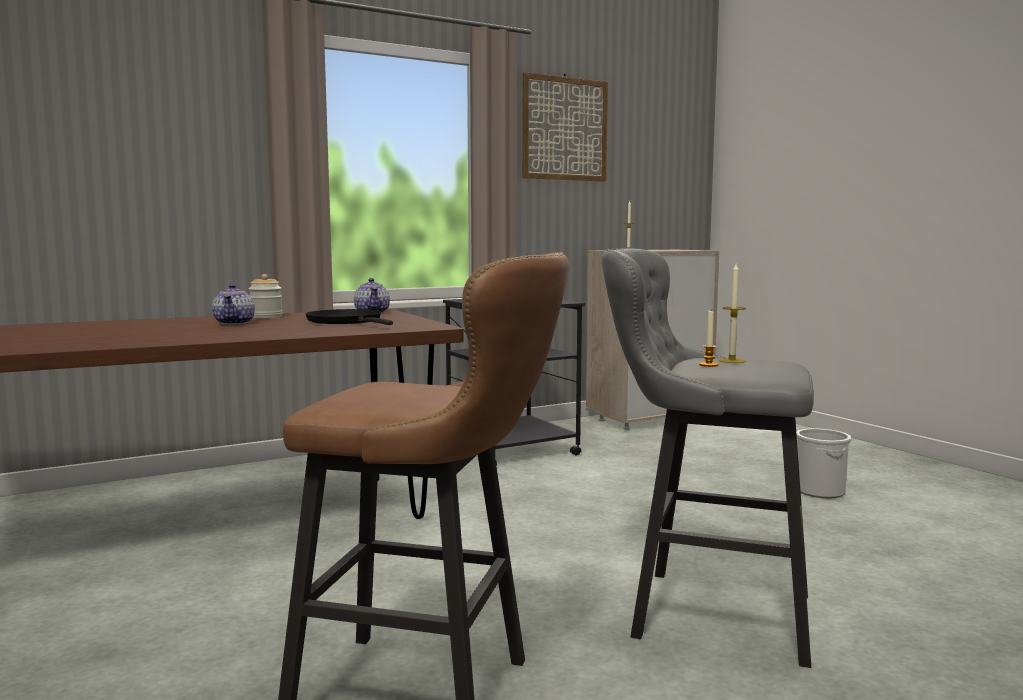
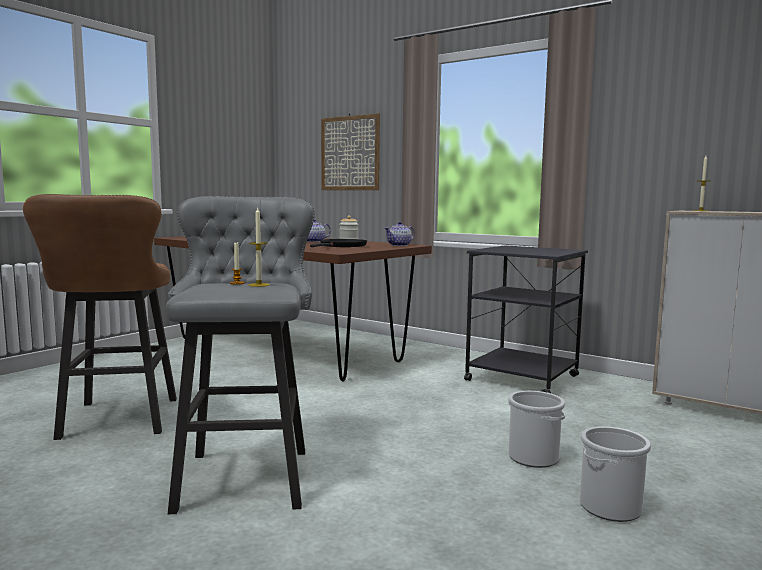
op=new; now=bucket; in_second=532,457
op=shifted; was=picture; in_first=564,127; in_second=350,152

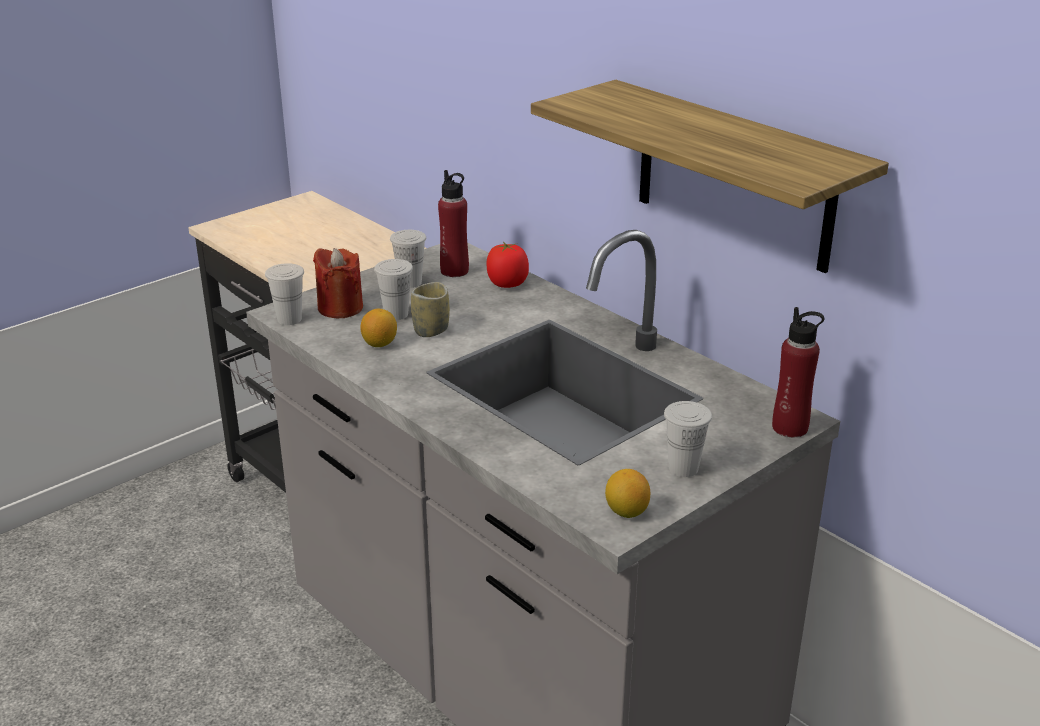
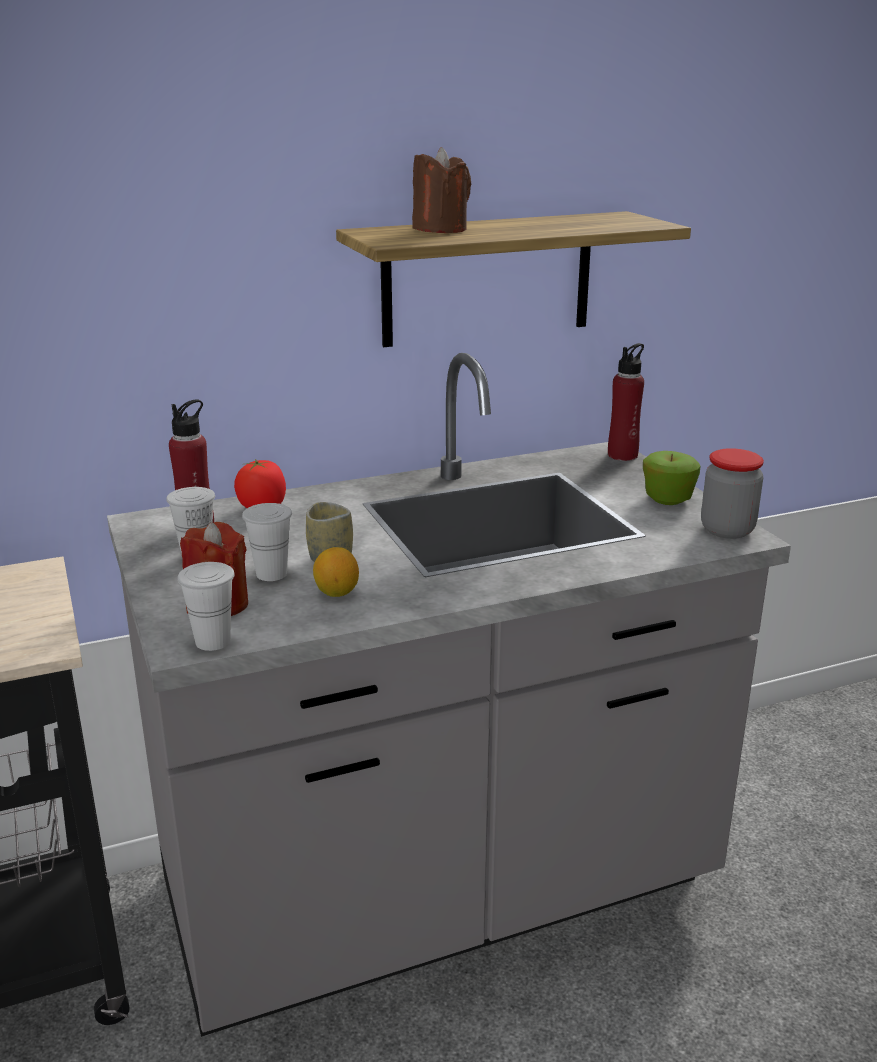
op=new; now=brown-coloured candle; in_second=440,229
op=swapped; was=whole lemon; now=storage jar; in_first=626,512; in_second=727,530
op=swapped; was=whitish cup; now=whole apple; in_first=683,468; in_second=667,499

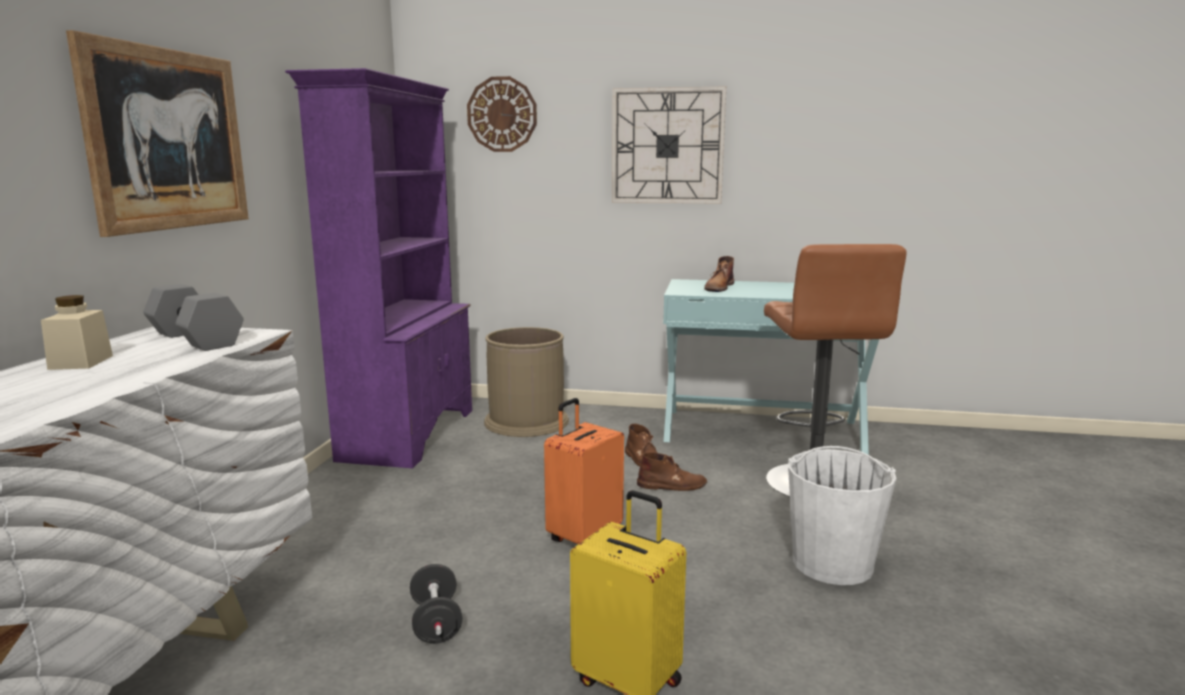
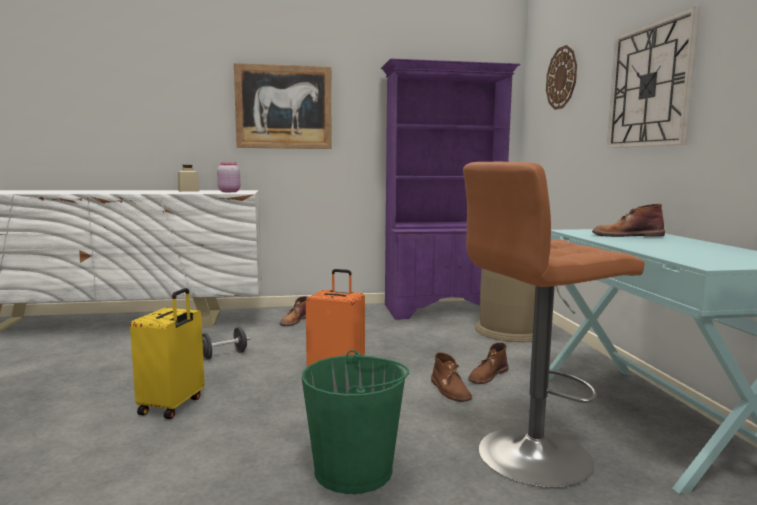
op=new; now=brown-coloured boot; in_second=294,321
op=swapped; was=gray hand weight; now=pink storage jar; in_first=193,339; in_second=229,192
op=repainted; was=whitish bucket; now=green bucket; in_first=832,563; in_second=354,470

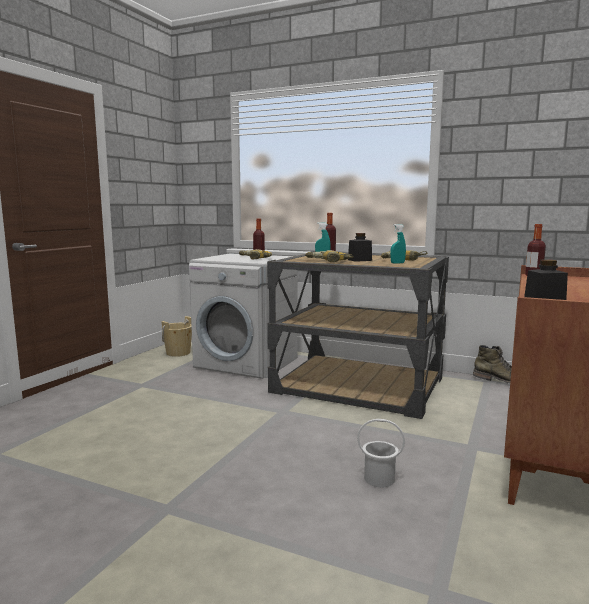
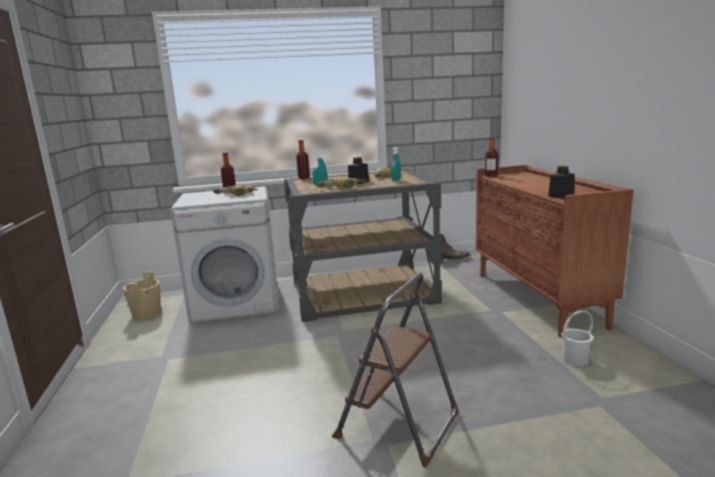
op=new; now=brown-coloured step ladder; in_second=401,426
op=shifted; was=whitish bucket; in_first=379,478; in_second=575,359

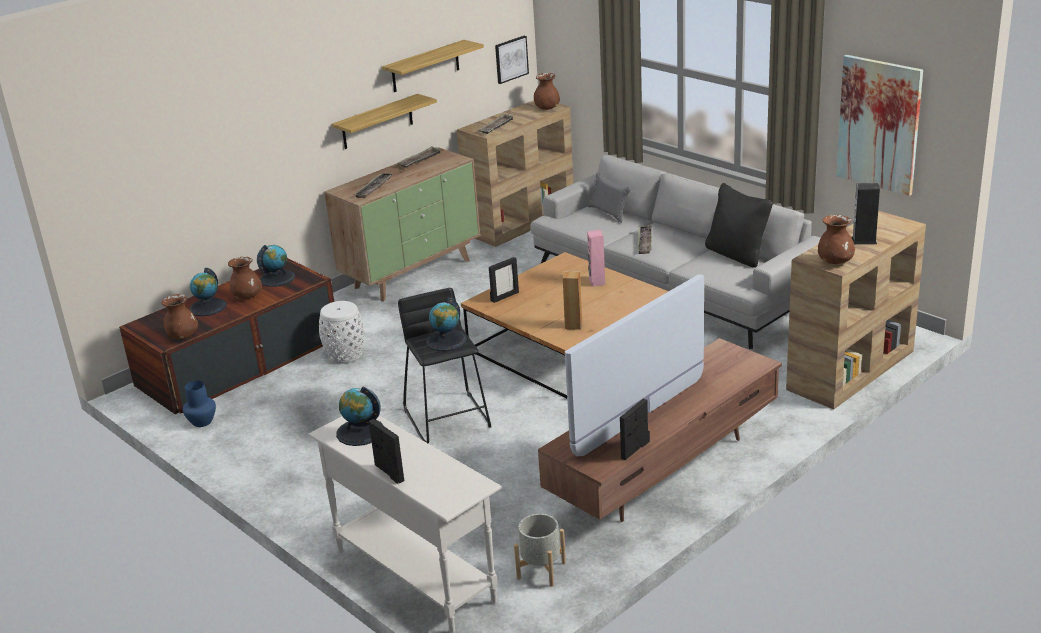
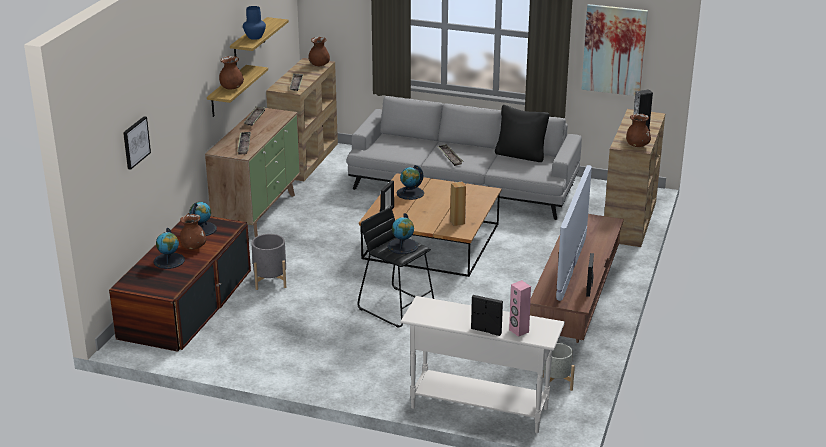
op=gone; was=gray cushion; in_first=609,213
op=shifted; was=brown-coloured vase; in_first=183,336; in_second=231,88
op=shifted; was=bluish vase; in_first=201,422; in_second=254,37
op=shifted; was=globe; in_first=360,432; in_second=410,193
op=shifted; was=picture; in_first=511,59; in_second=135,142
op=shifted; was=pink audio speaker; in_first=596,282; in_second=518,331
op=swapped; was=whitish stool seat; now=gray planter; in_first=345,355; in_second=270,281

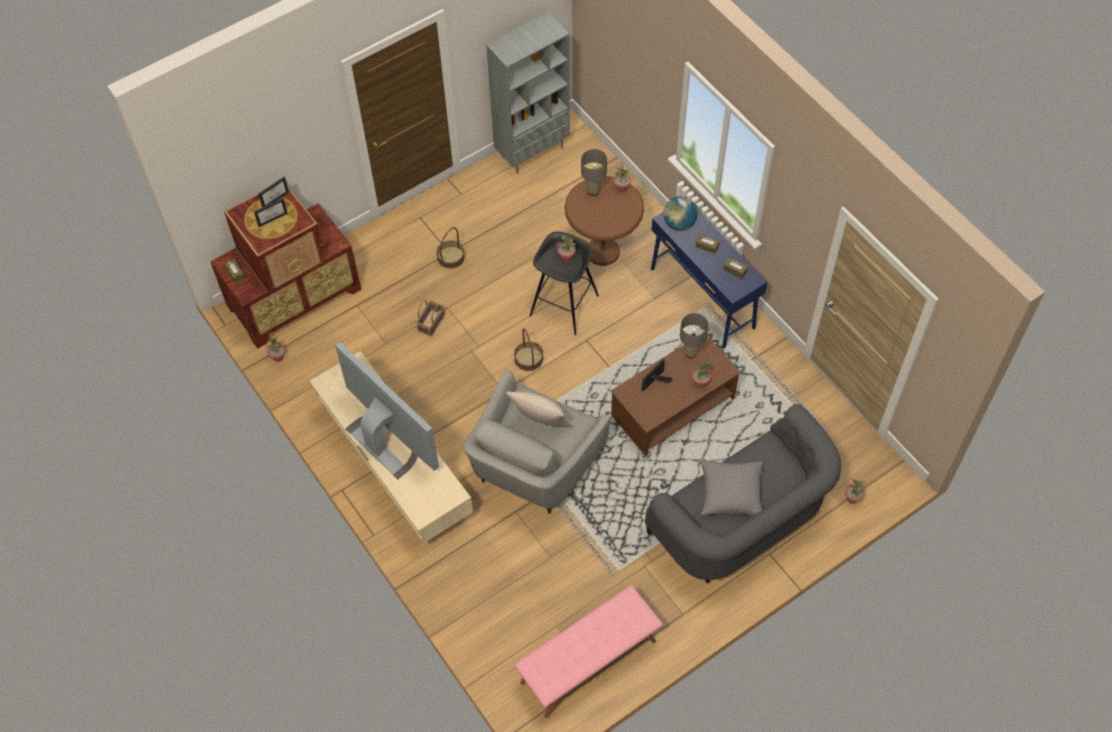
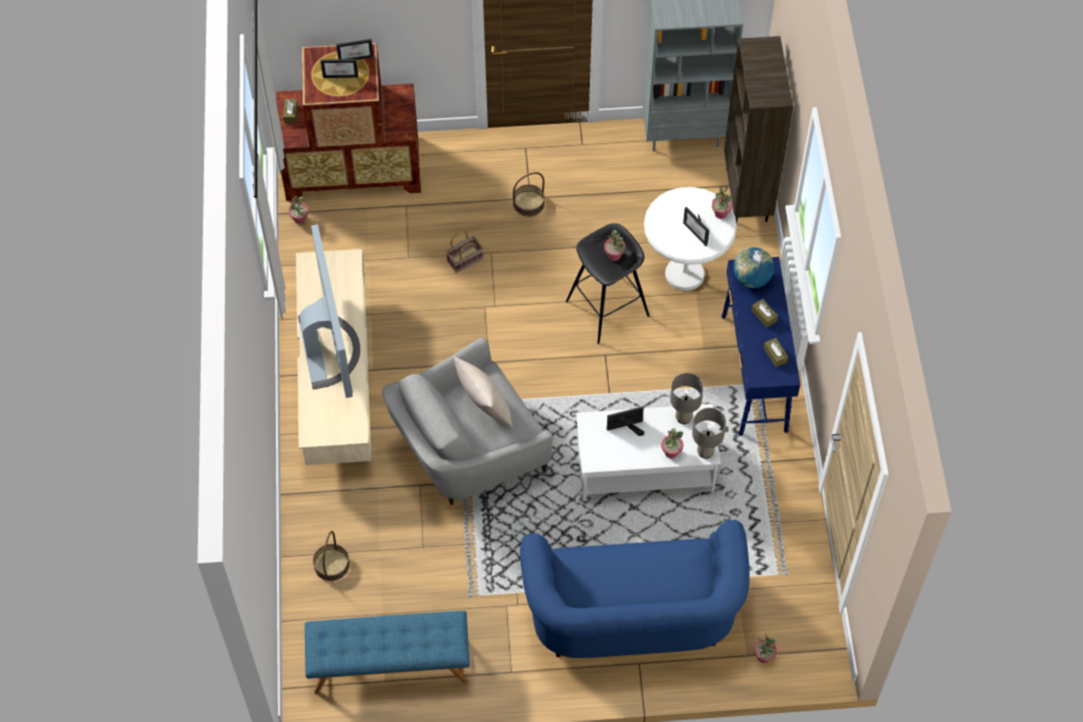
op=gone; was=gray cushion; in_first=731,493
op=new; now=standing frame; in_second=698,232
op=new; now=brown-coloured shelving unit; in_second=747,195
op=shifted; was=household basket; in_first=528,359; in_second=331,565
op=shifted; was=gray tabletop lamp; in_first=593,191; in_second=705,452
op=repainted; was=pink long seat; now=bluish long seat; in_first=589,662; in_second=390,665
op=repainted; was=brown-coloured end table; now=whitish end table; in_first=603,252; in_second=685,274
op=repainted; was=brown-coloured coffee table; now=whitish coffee table; in_first=672,407; in_second=644,466
op=repainted; was=gray settee; now=bluish settee; in_first=740,521; in_second=631,615

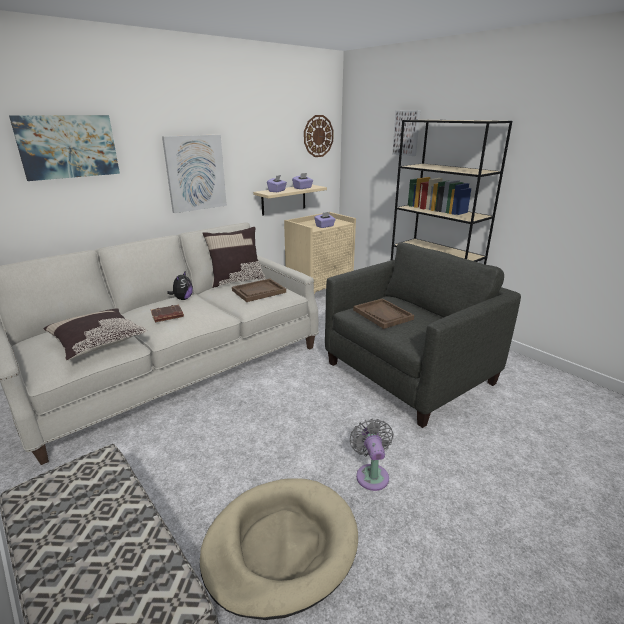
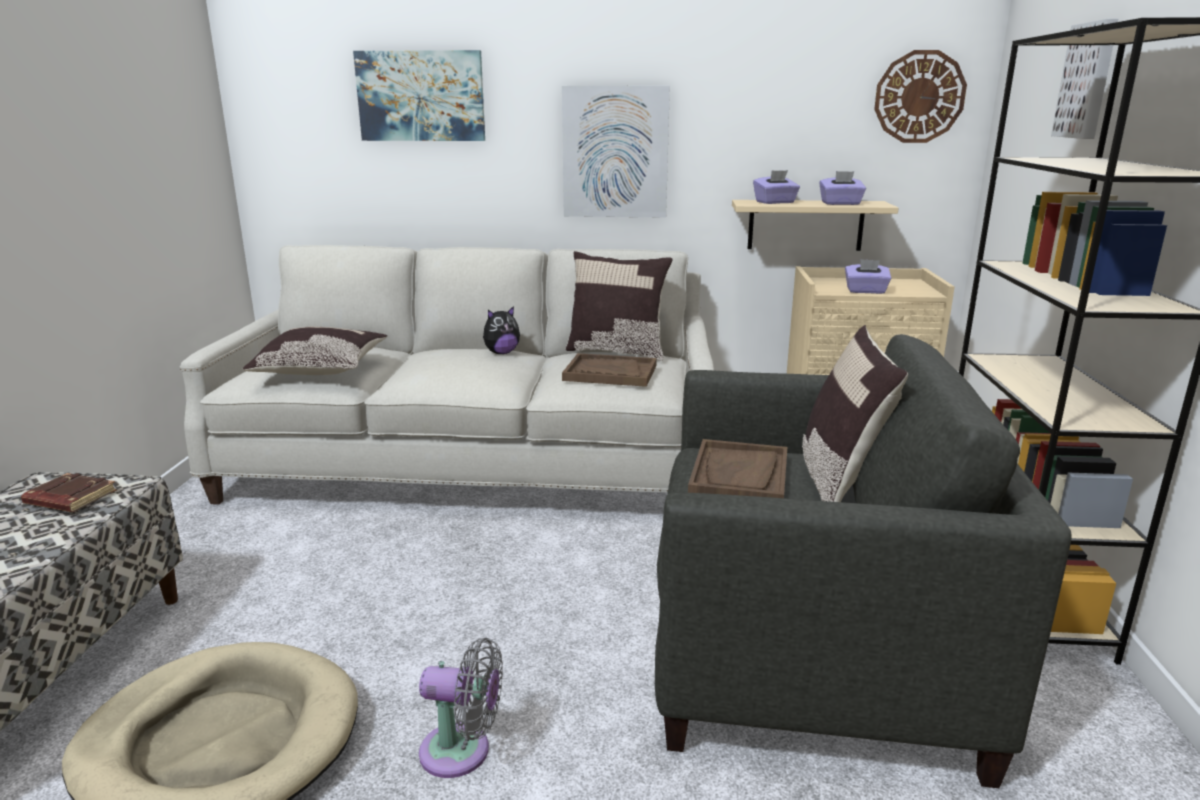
op=new; now=cushion; in_second=840,483
op=shifted; was=brown-coloured bound book; in_first=167,316; in_second=69,499
op=rotated; was=gray electric fan; in_first=371,474; in_second=462,752; clockwise=60

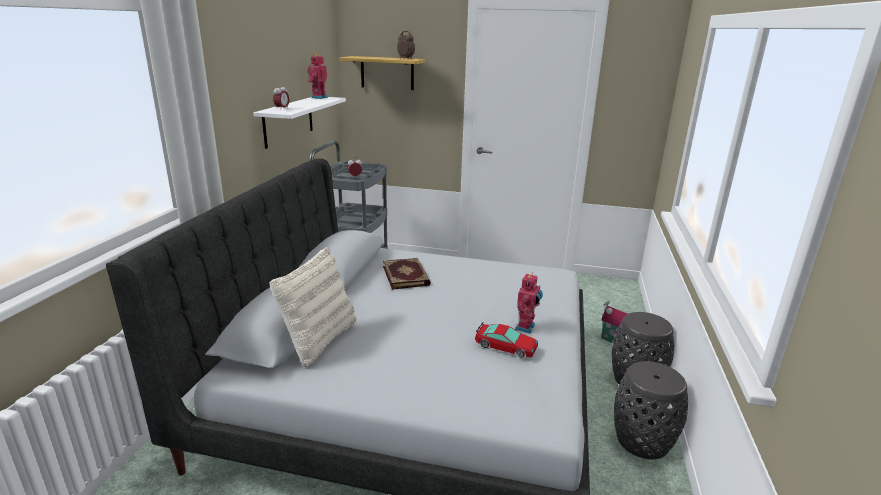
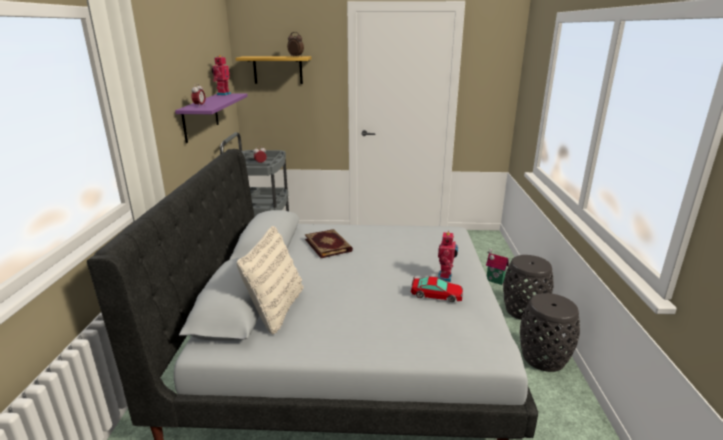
op=repainted; was=whitish wall shelf; now=purplish wall shelf; in_first=288,121; in_second=201,117

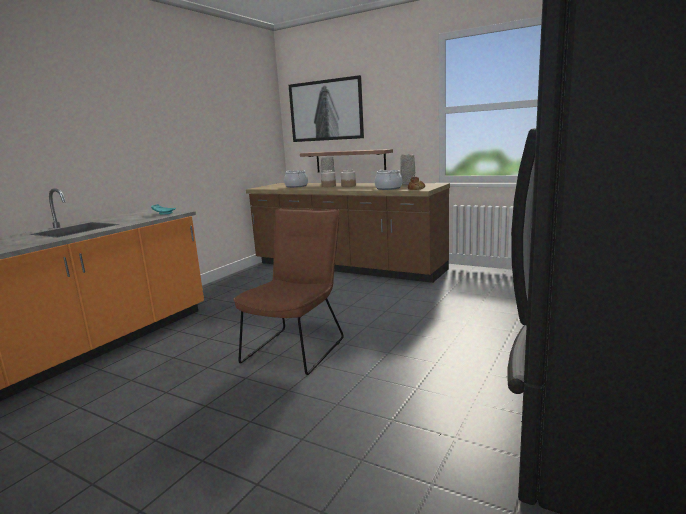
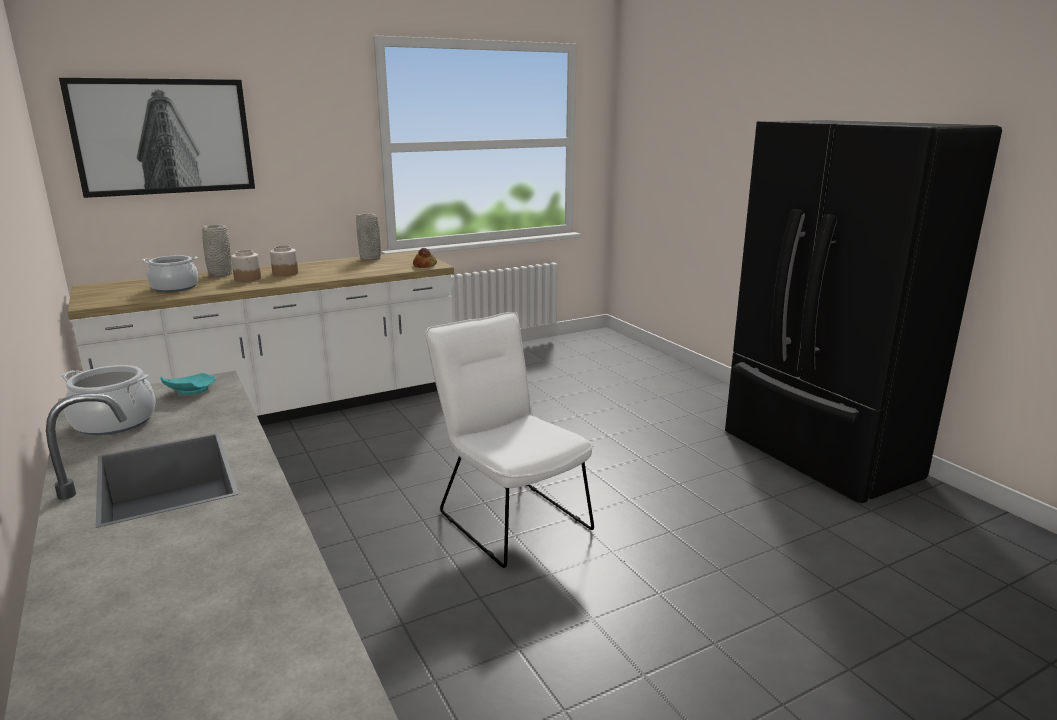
op=gone; was=wall shelf; in_first=350,161
op=shifted; was=stockpot; in_first=388,188; in_second=114,422
op=repainted; was=brown-coloured plain chair; now=whitish plain chair; in_first=298,347; in_second=509,516
op=repainted; was=brown-coloured kitchen base unit; now=whitish kitchen base unit; in_first=346,267; in_second=289,409

